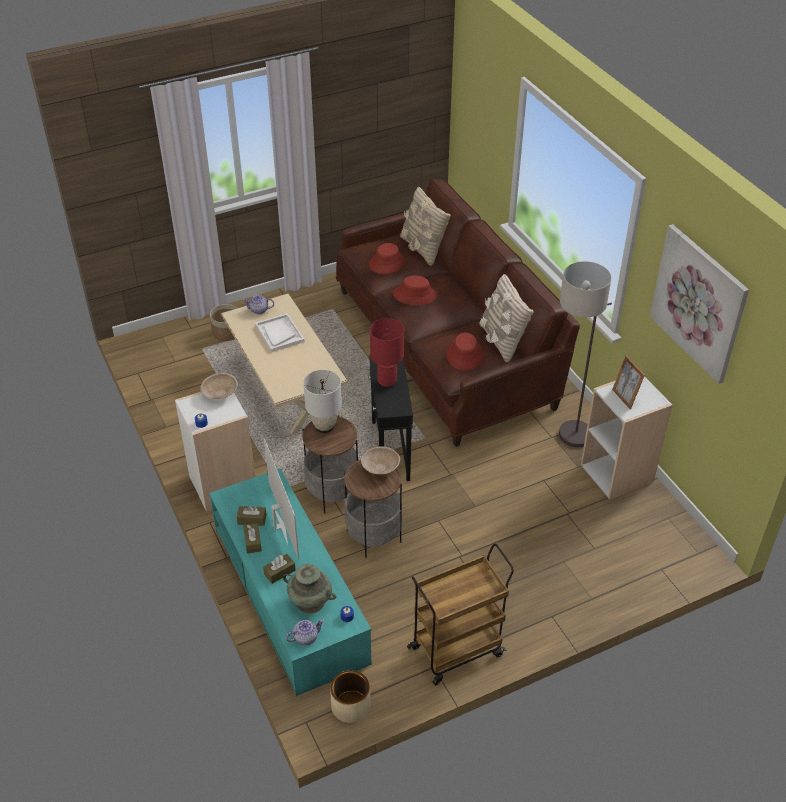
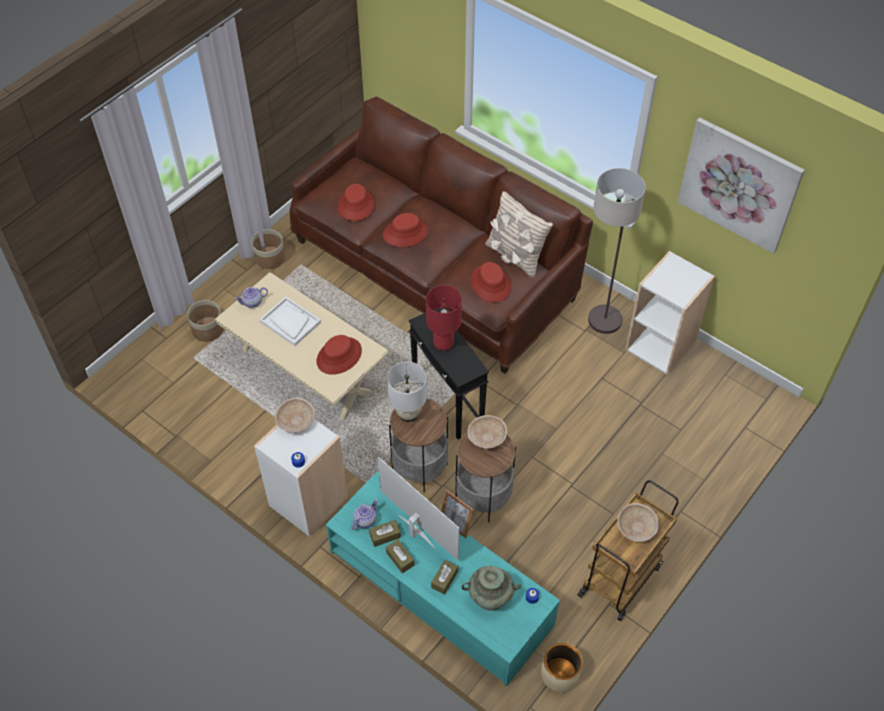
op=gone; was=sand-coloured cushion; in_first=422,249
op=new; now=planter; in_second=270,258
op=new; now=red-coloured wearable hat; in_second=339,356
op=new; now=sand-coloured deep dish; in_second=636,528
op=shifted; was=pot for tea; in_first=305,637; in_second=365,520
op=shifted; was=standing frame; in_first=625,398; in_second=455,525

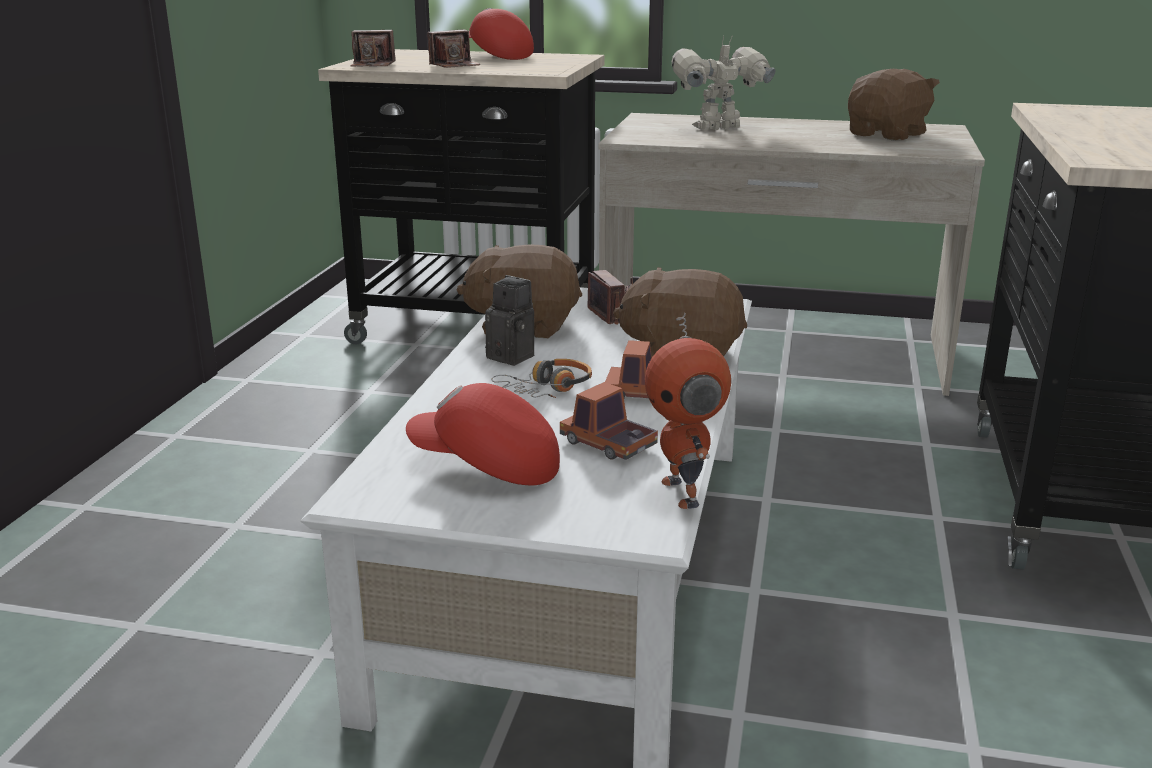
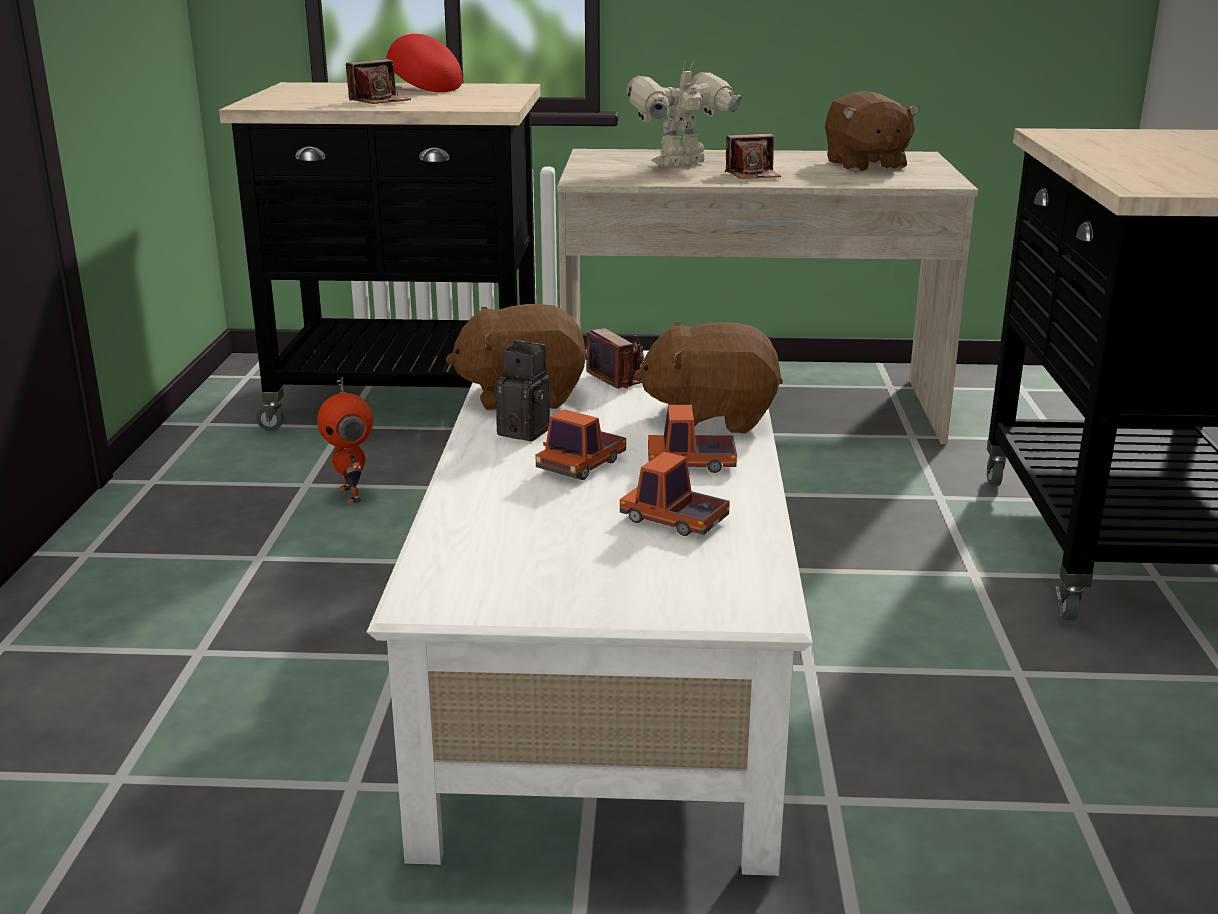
op=gone; was=red-coloured peaked cap; in_first=486,467
op=shifted; was=still camera; in_first=373,65; in_second=753,175
op=shifted; was=toy robot; in_first=684,492; in_second=352,494
op=swapped; was=headphones; now=toy truck; in_first=548,389; in_second=581,465
op=rotated; was=brown-coloured cuddly toy; in_first=888,135; in_second=864,165; clockwise=135

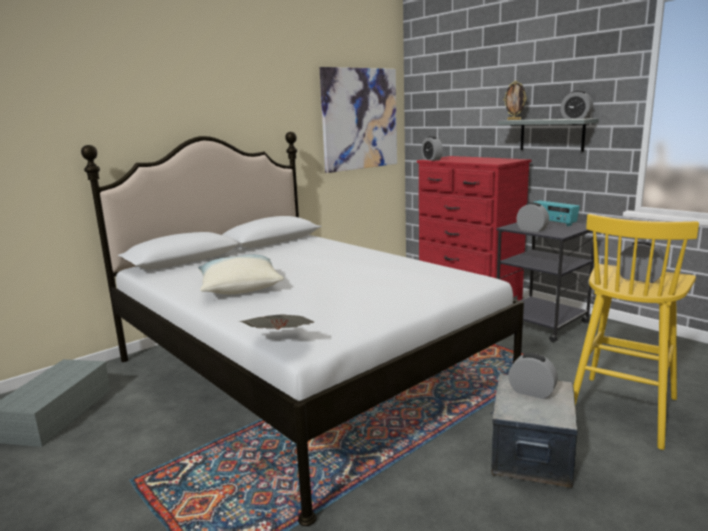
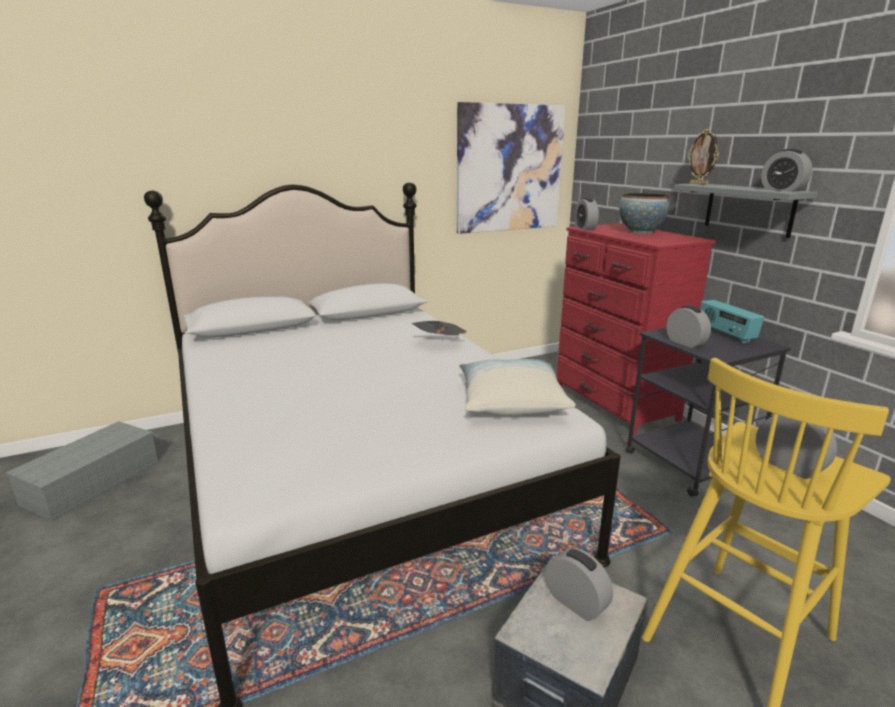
op=new; now=deep dish; in_second=640,232
op=shifted; was=cushion; in_first=239,287; in_second=511,402
op=shifted; was=newspaper; in_first=280,341; in_second=440,343

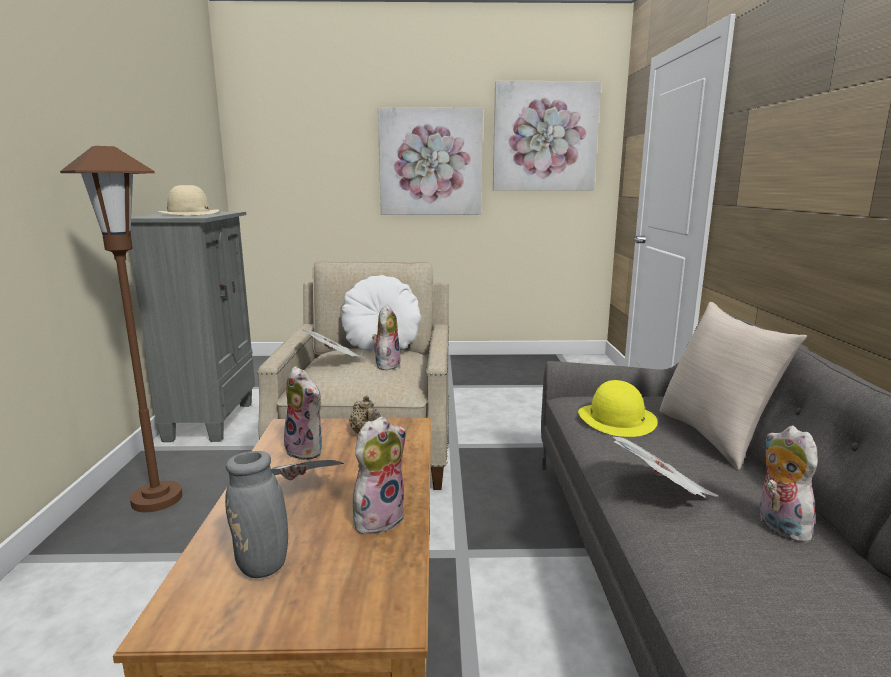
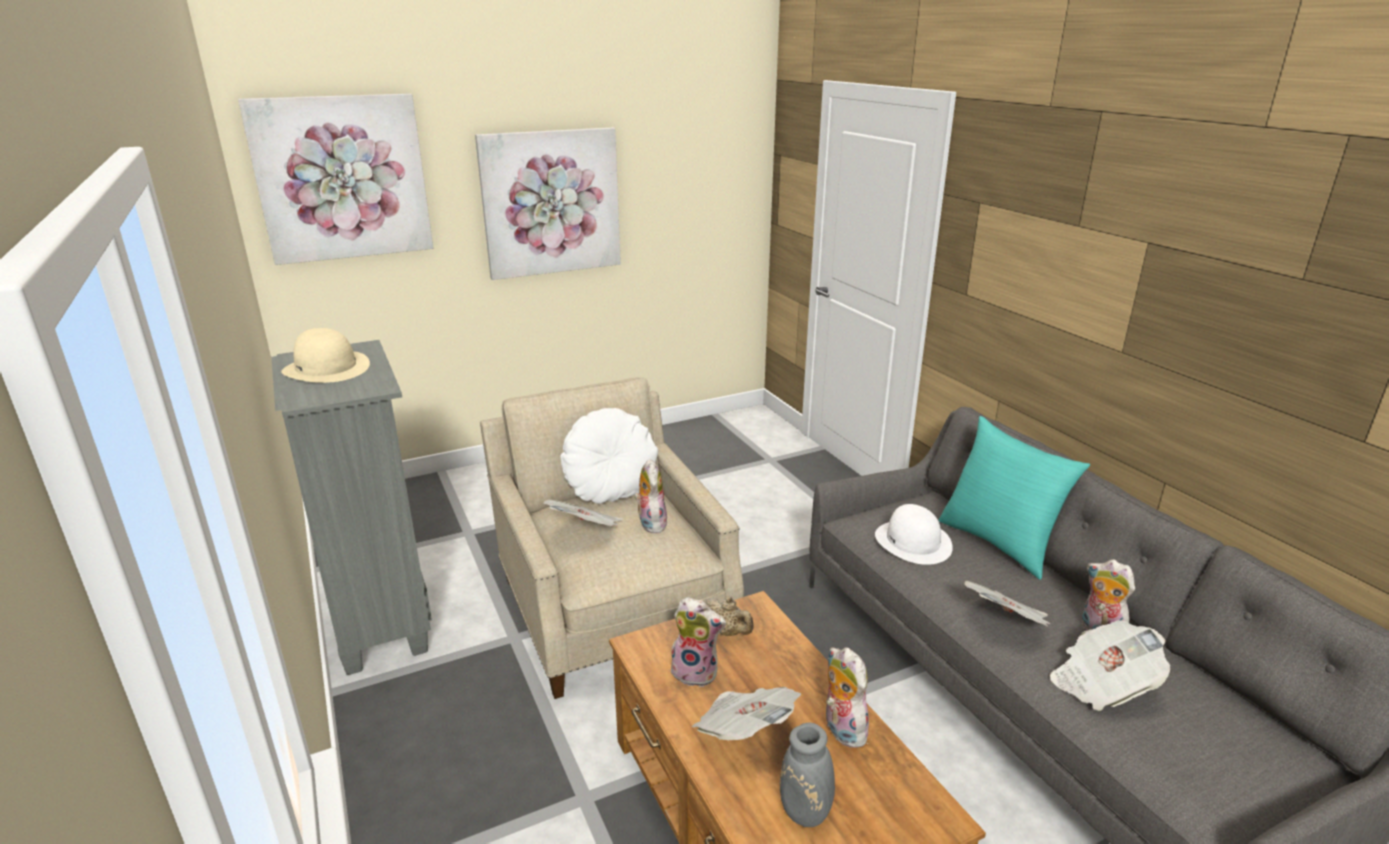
op=gone; was=brown-coloured standard lamp; in_first=157,499
op=new; now=newspaper; in_second=1102,684
op=shifted; was=picture; in_first=544,137; in_second=342,178
op=repainted; was=yellow wearable hat; now=whitish wearable hat; in_first=617,419; in_second=913,542
op=repainted; was=sand-coloured cushion; now=turquoise-coloured cushion; in_first=714,436; in_second=999,543
op=rotated; was=cuddly toy; in_first=378,518; in_second=841,729; clockwise=-45

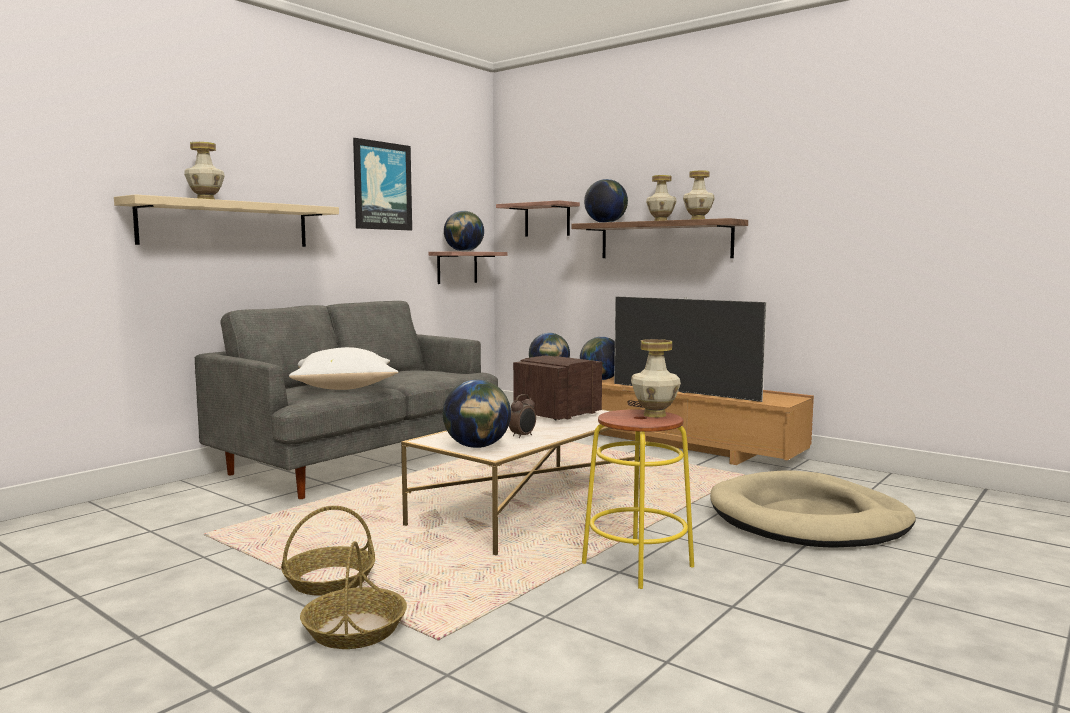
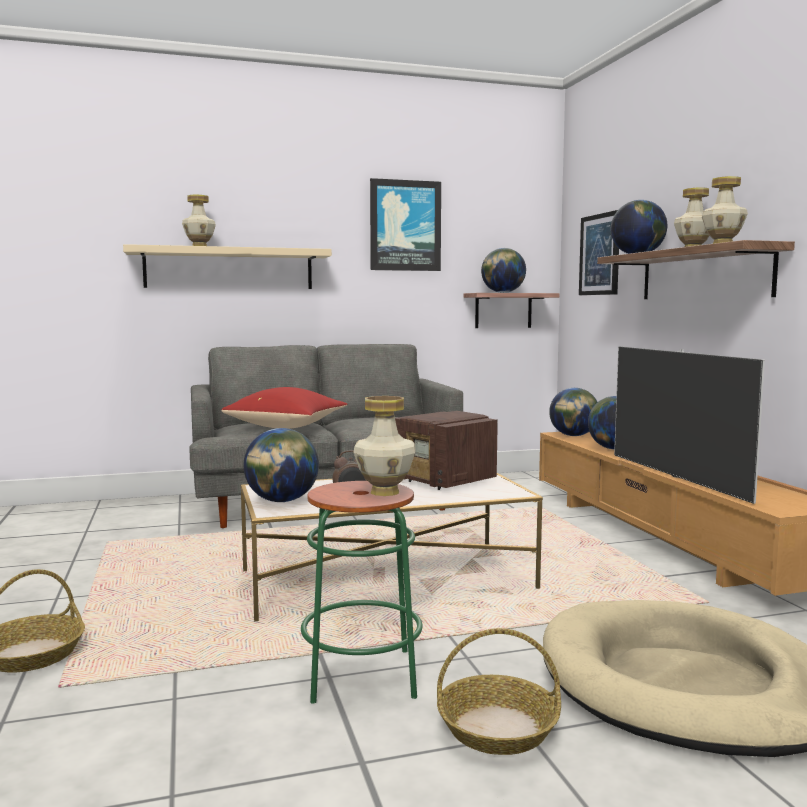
op=shifted; was=household basket; in_first=330,581; in_second=498,728
op=swapped; was=wall shelf; now=picture; in_first=547,220; in_second=600,254
op=repainted; was=whitish cushion; now=red-coloured cushion; in_first=345,388; in_second=287,427
op=repainted; was=yellow stool seat; now=green stool seat; in_first=637,564; in_second=362,674
op=rotated; was=radio receiver; in_first=556,415; in_second=445,481; clockwise=-120

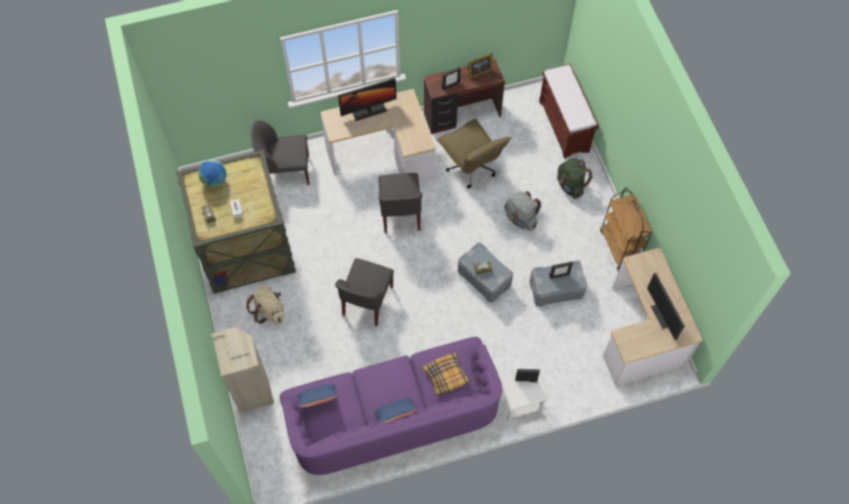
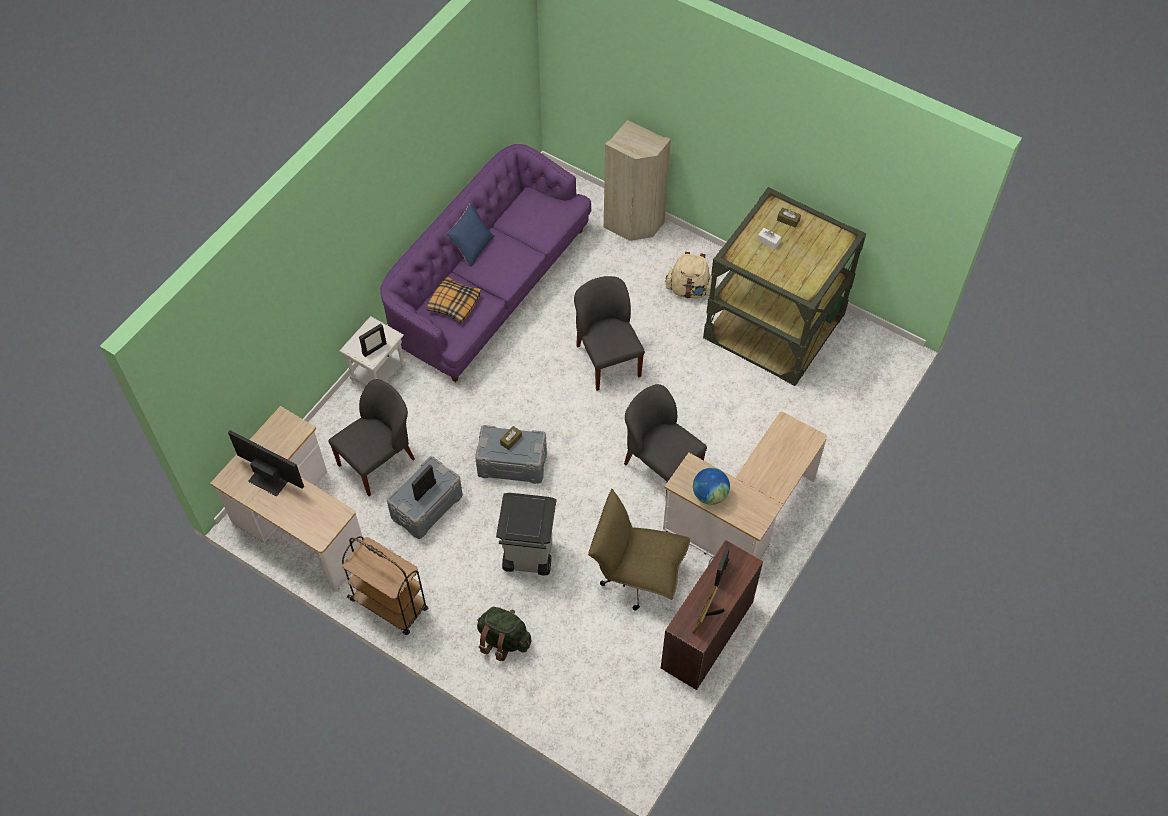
op=gone; was=bluish cushion; in_first=318,400
op=gone; was=monitor; in_first=368,110
op=gone; was=brown-coloured long seat; in_first=564,126
op=shifted; was=globe; in_first=214,180; in_second=709,494
op=shifted; was=gray plain chair; in_first=286,171; in_second=378,461
op=swapped; was=gray knapsack; now=gray rubbish bin; in_first=521,219; in_second=527,556

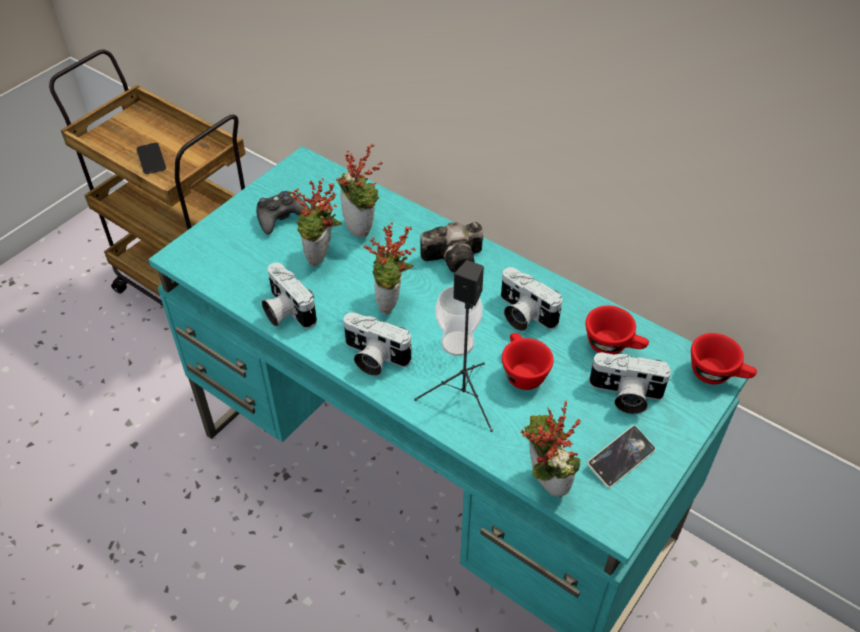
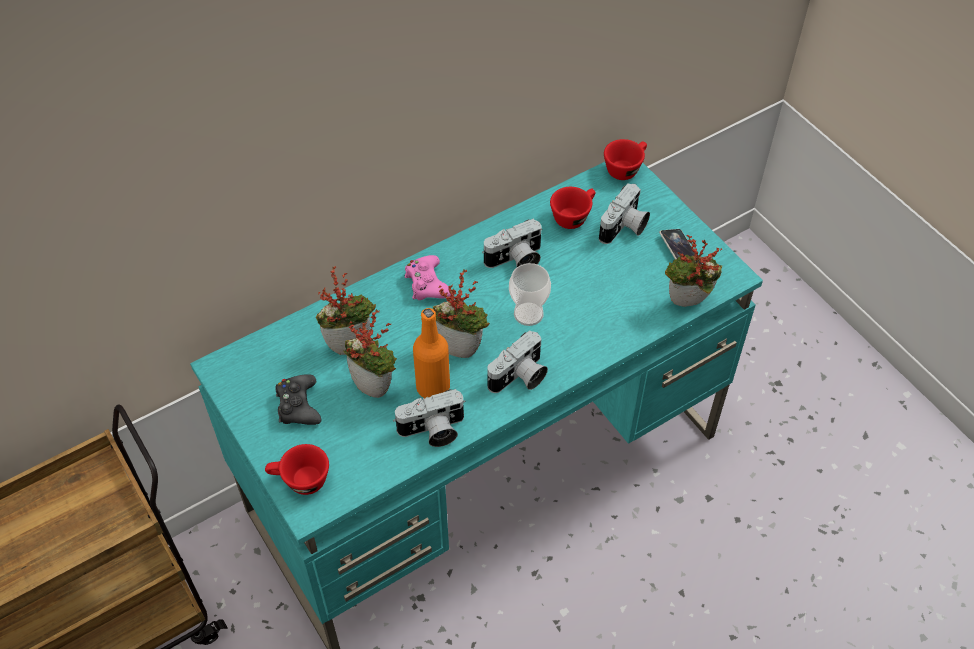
op=gone; was=handset; in_first=151,159
op=gone; was=blackish audio speaker; in_first=464,398
op=new; now=orangey bottle; in_second=433,387
op=shifted; was=red-coloured cup; in_first=521,372; in_second=300,481
op=swapped; was=still camera; now=pink gamepad; in_first=456,258; in_second=427,284

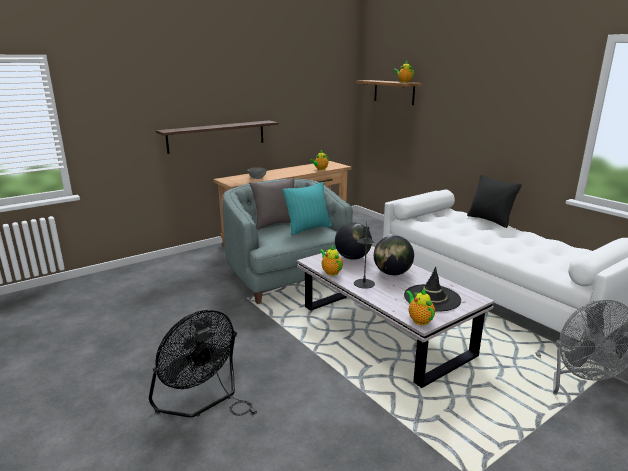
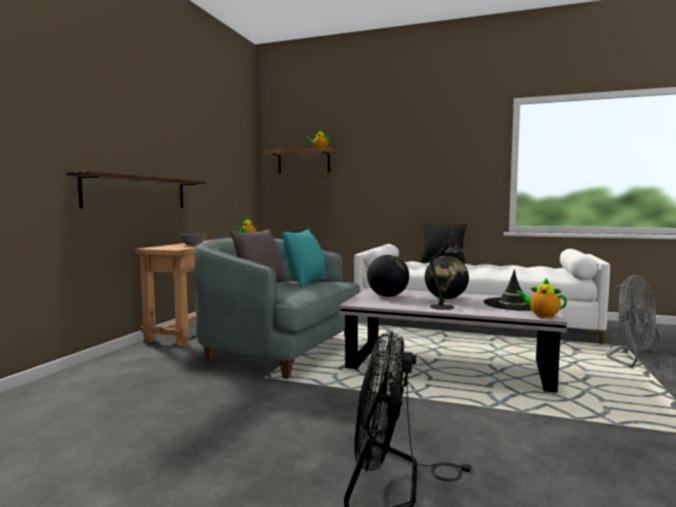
op=gone; was=pot for tea; in_first=331,272

